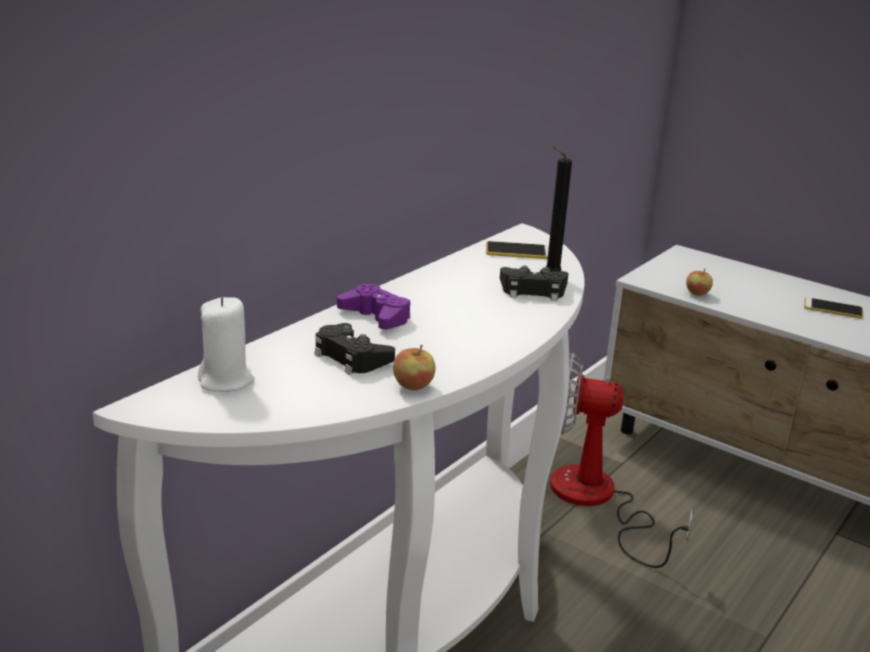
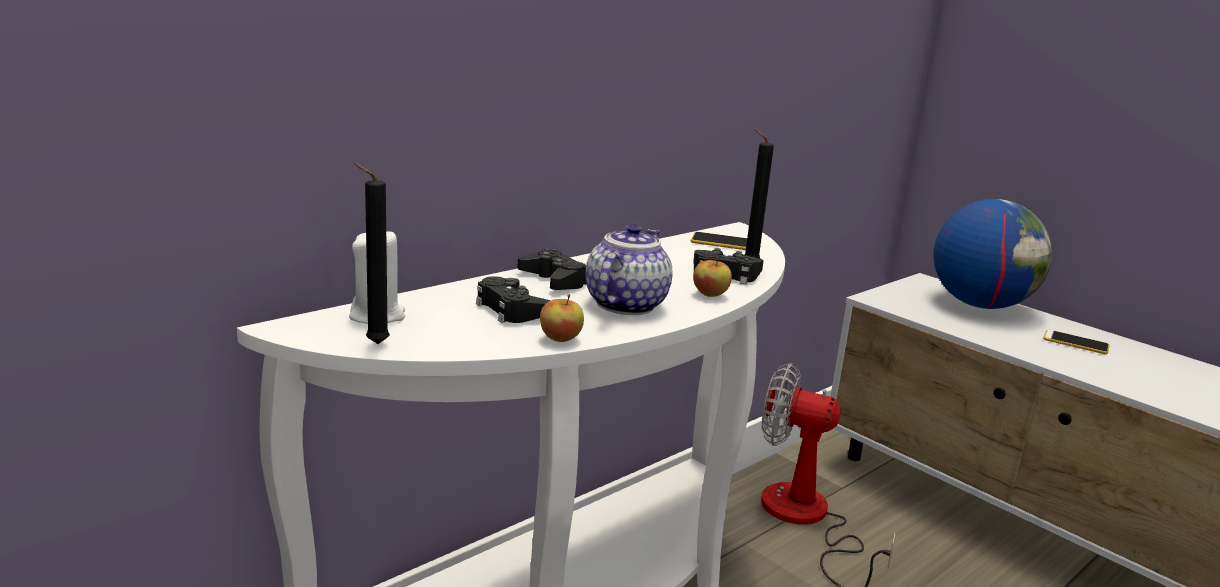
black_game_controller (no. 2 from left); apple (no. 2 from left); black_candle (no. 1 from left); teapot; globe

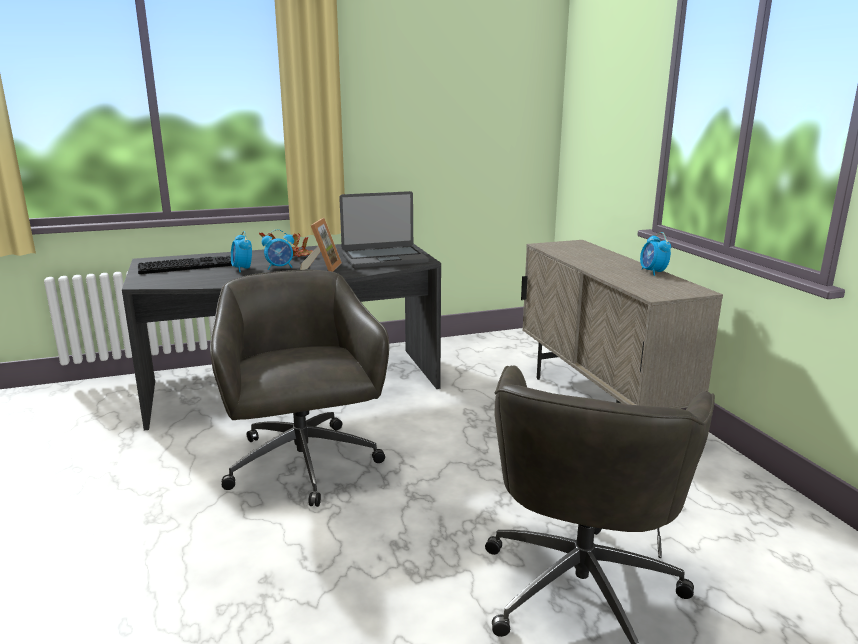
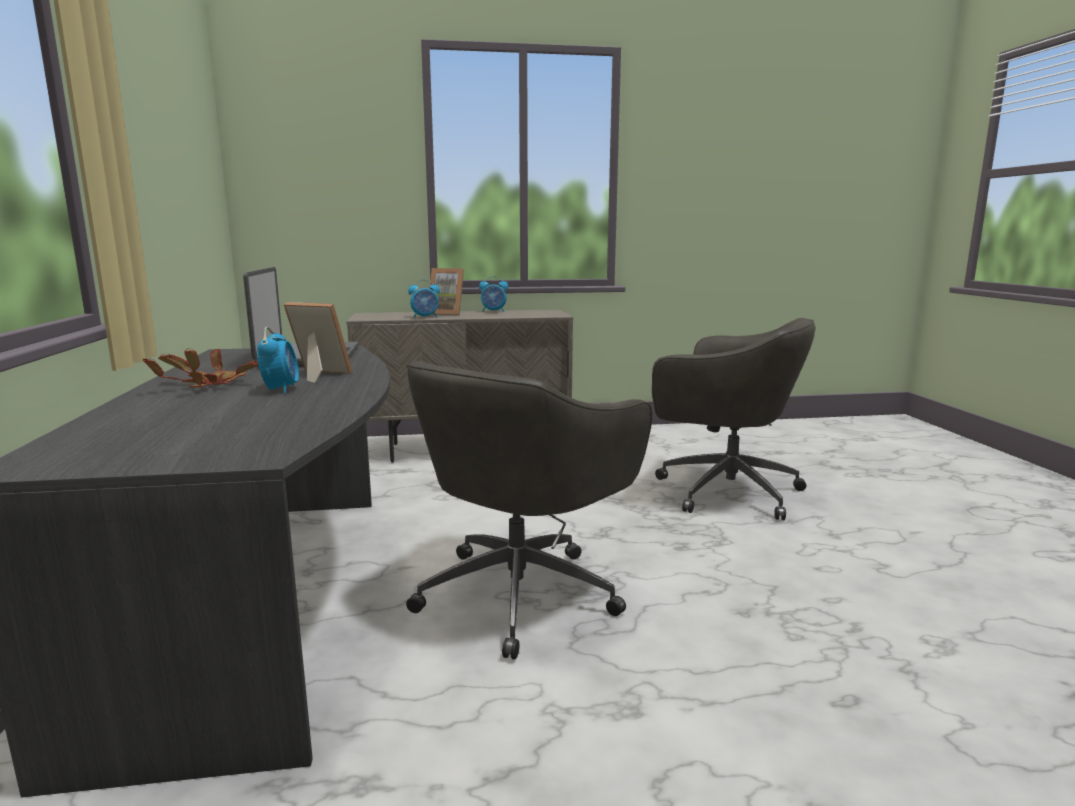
keyboard; grey_office_chair (no. 1 from left); alarm_clock (no. 2 from left); picture_frame (no. 2 from left)

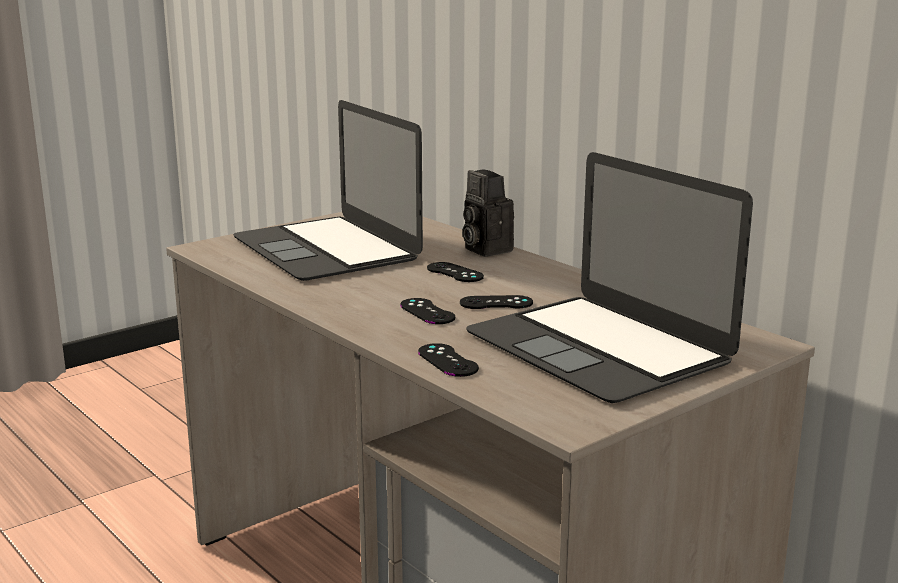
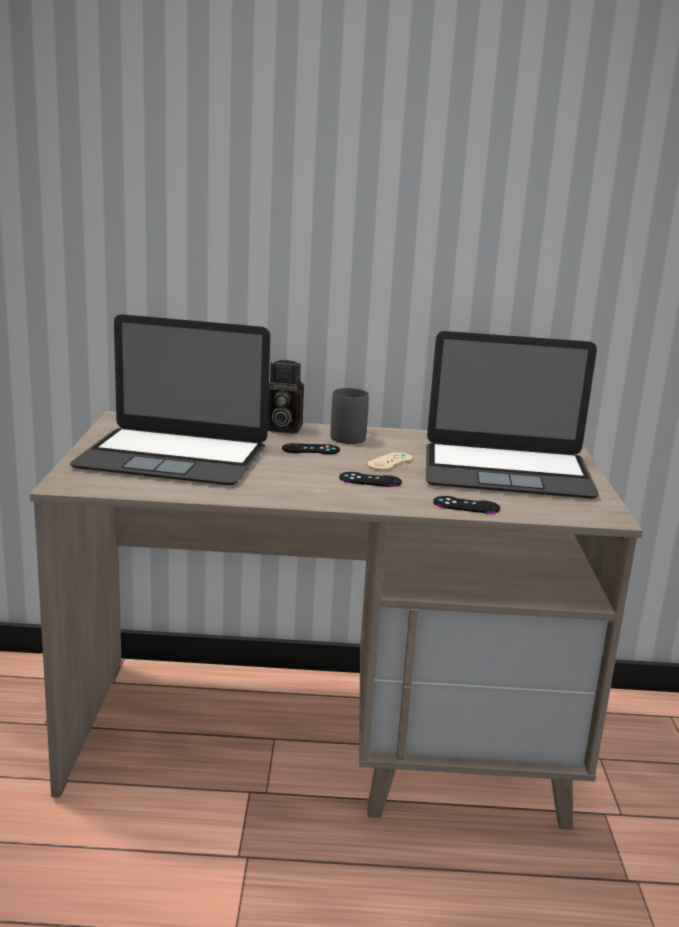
beige_game_controller; grey_mug

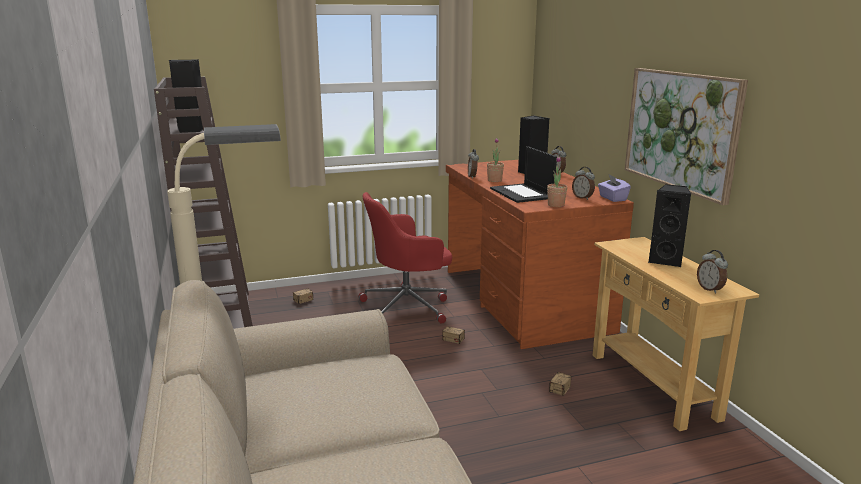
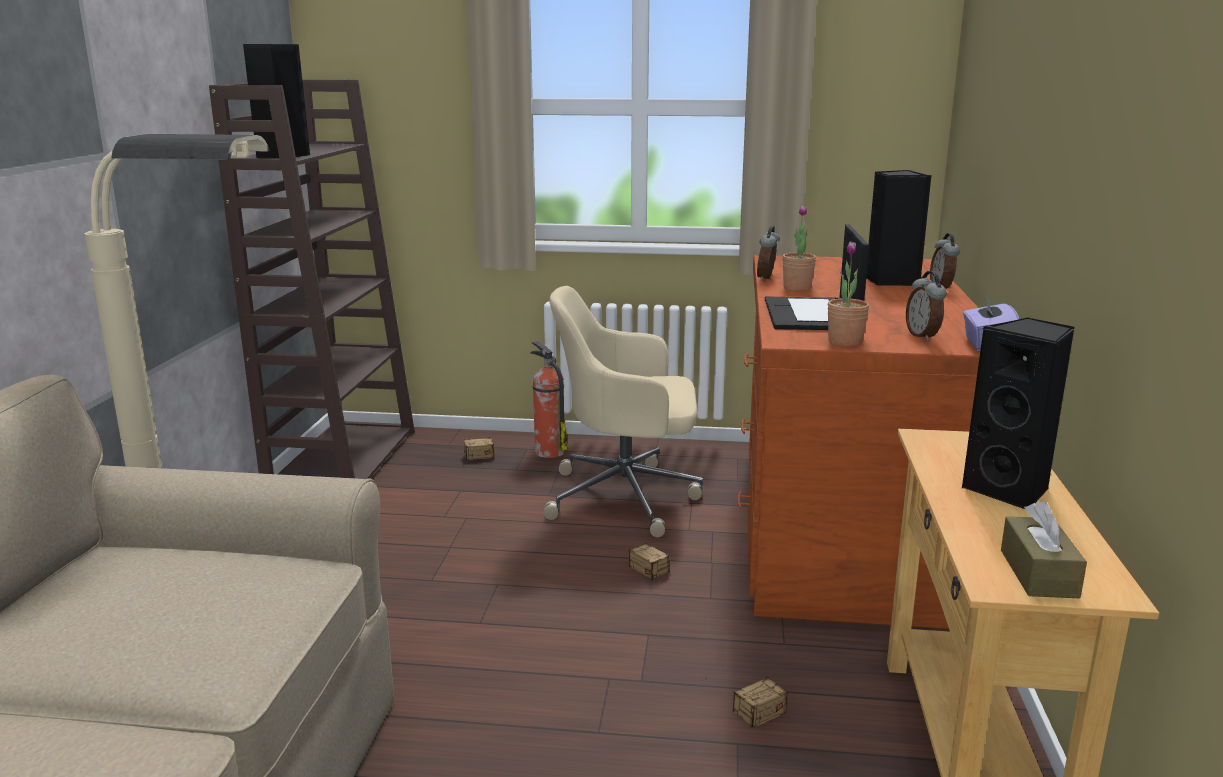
beige_office_chair; picture; brown_tissue_box; fire_extinguisher

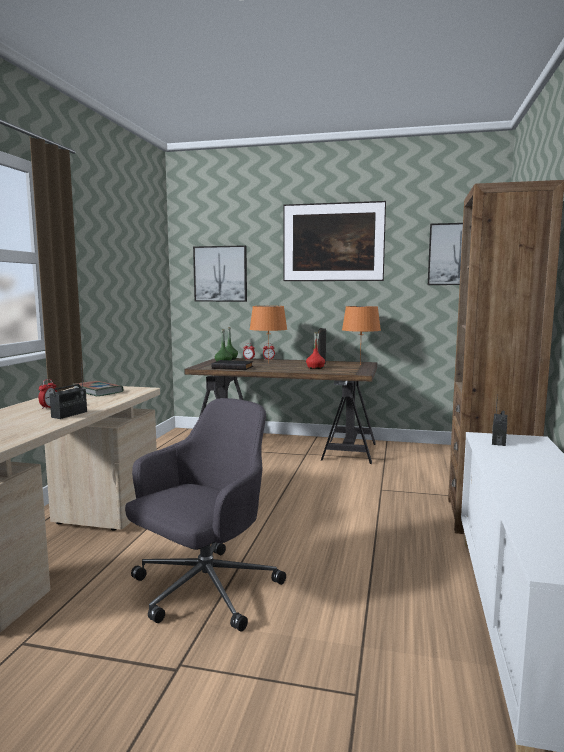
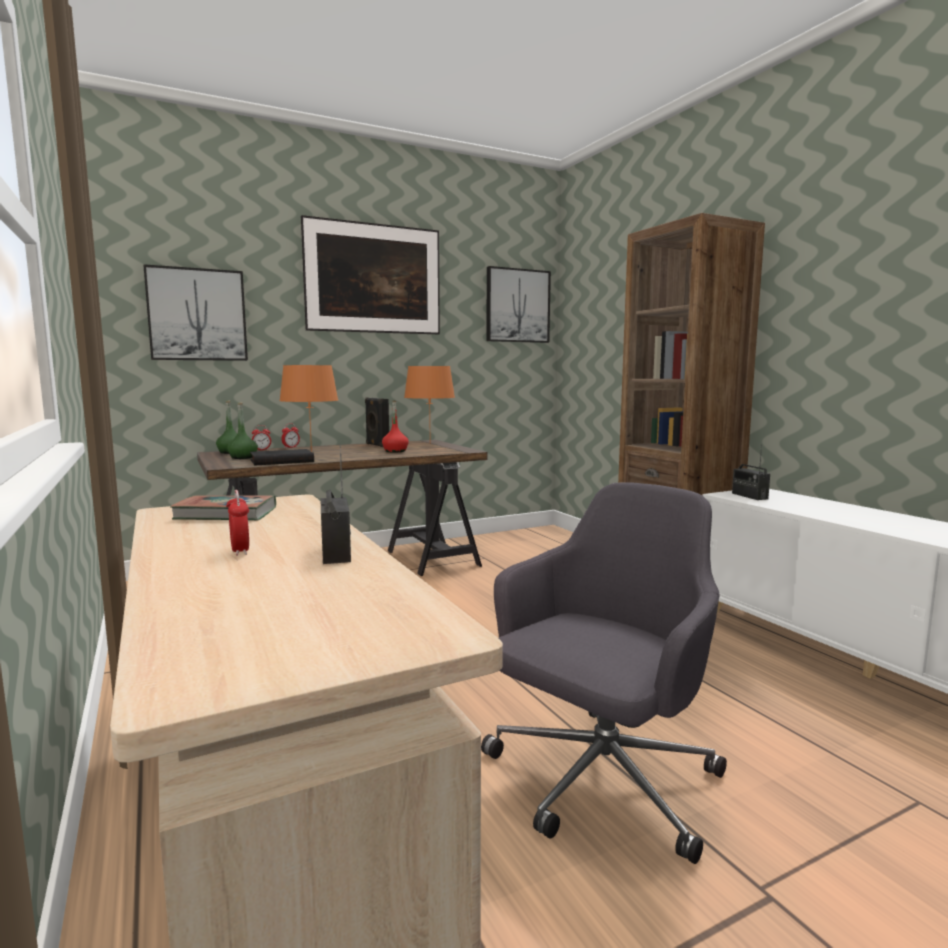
grey_office_chair

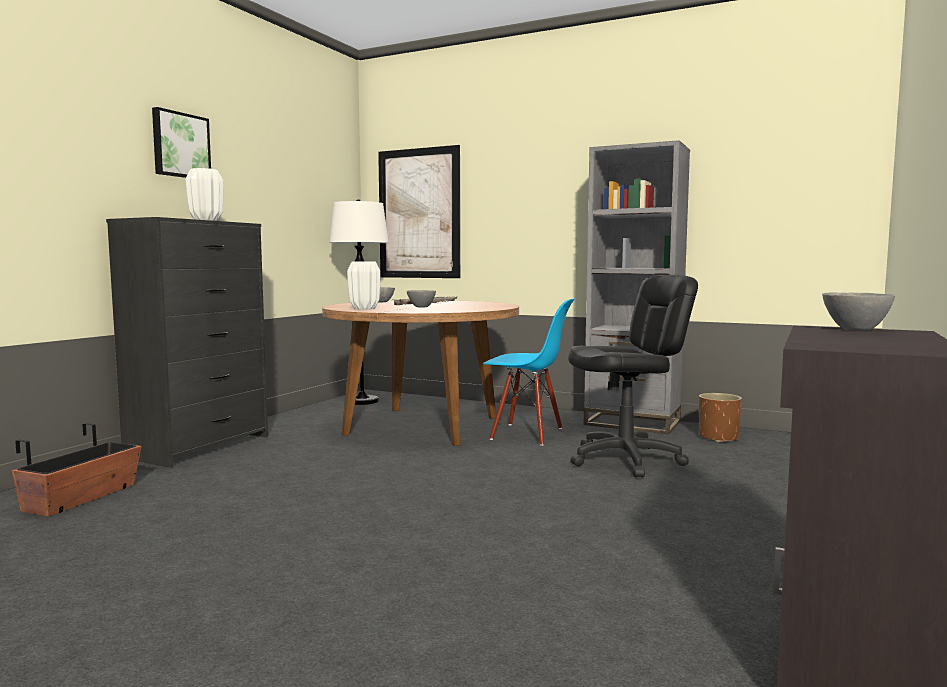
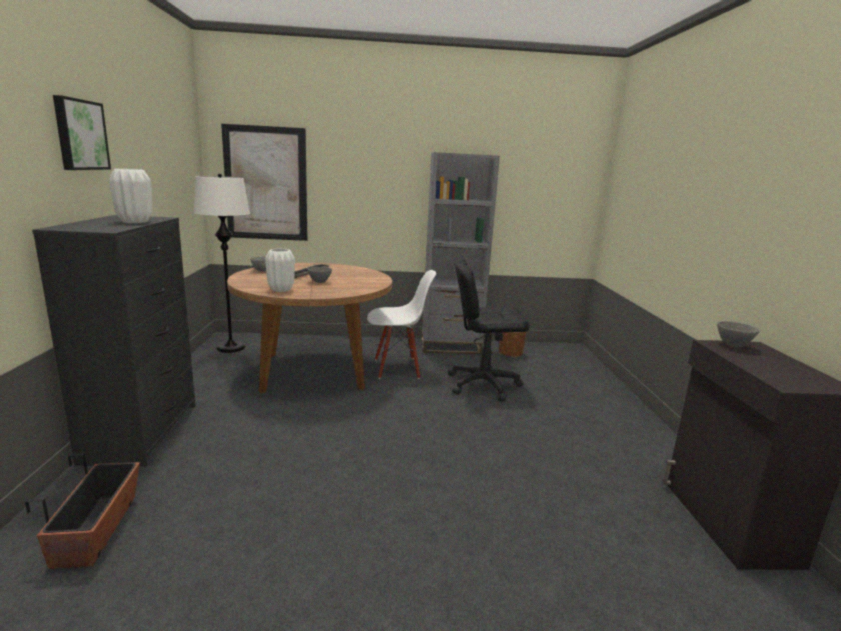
white_chair; black_office_chair

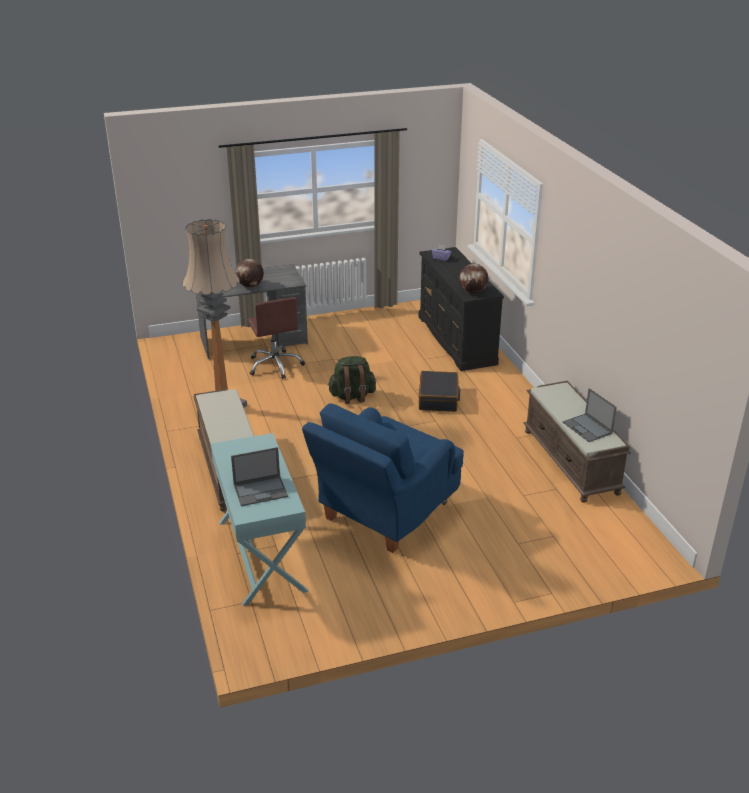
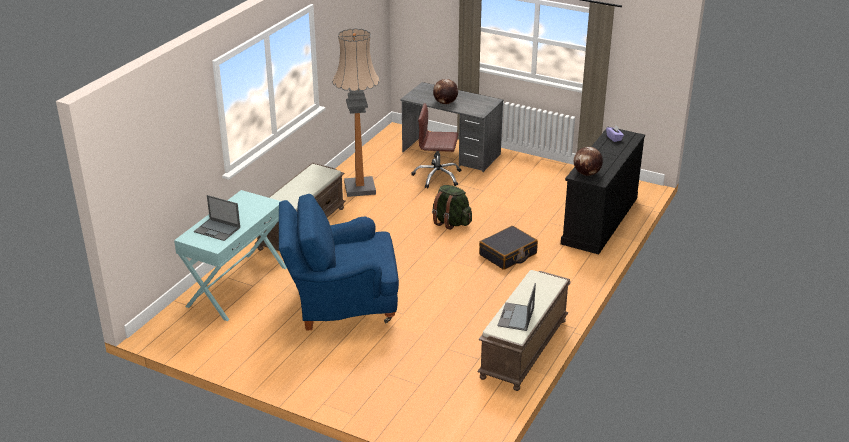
brown_office_chair

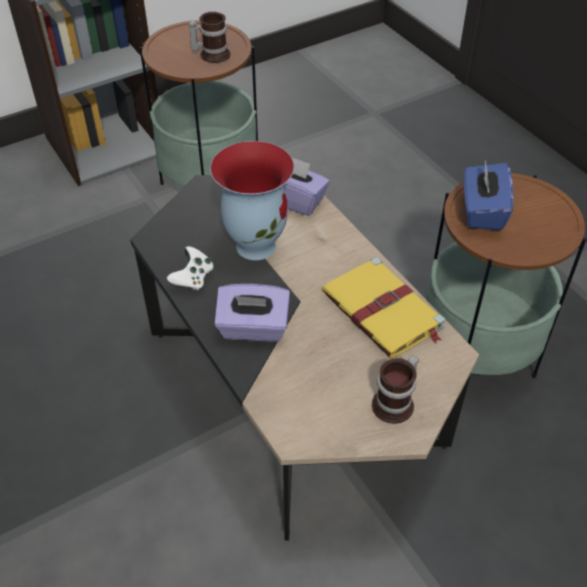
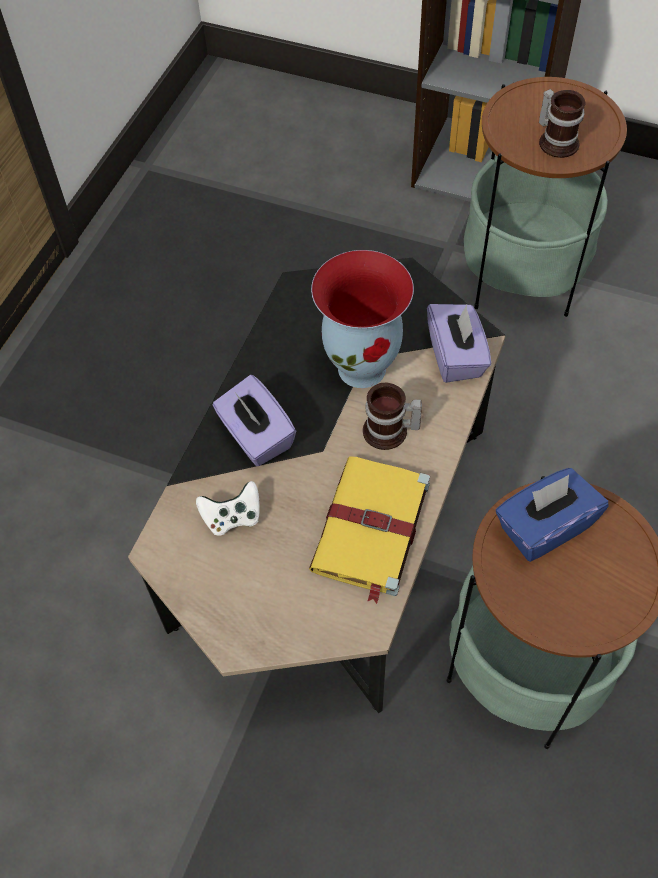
white_game_controller; mug (no. 1 from left)

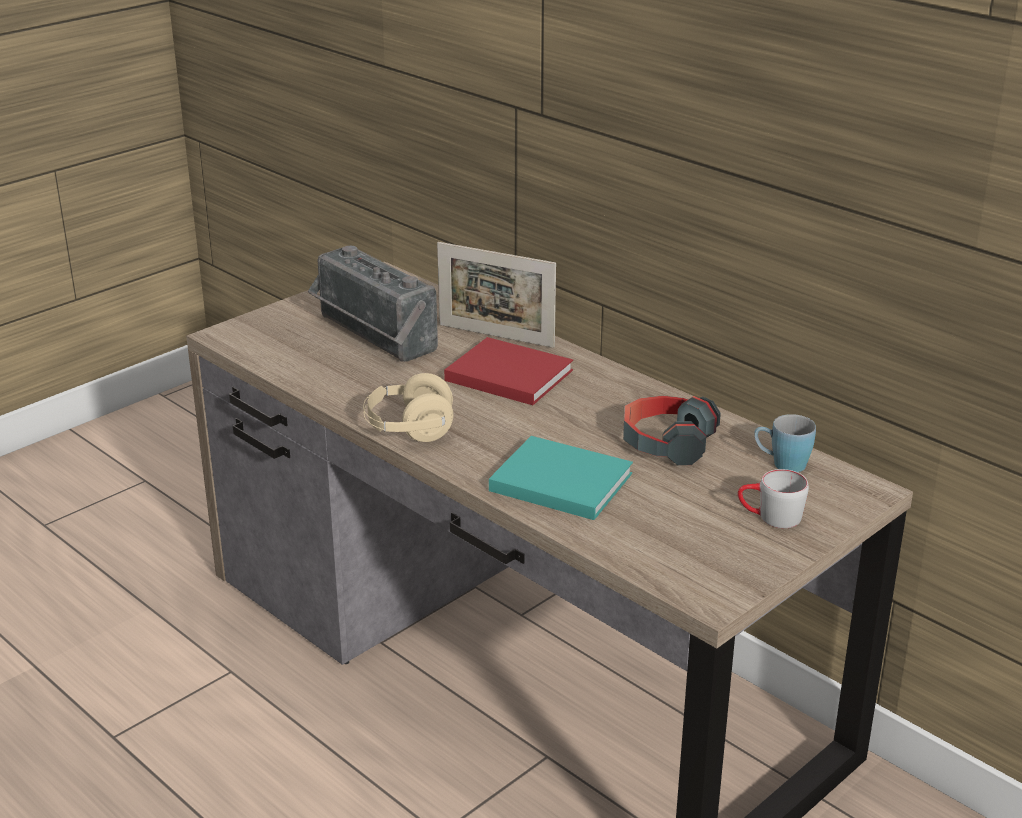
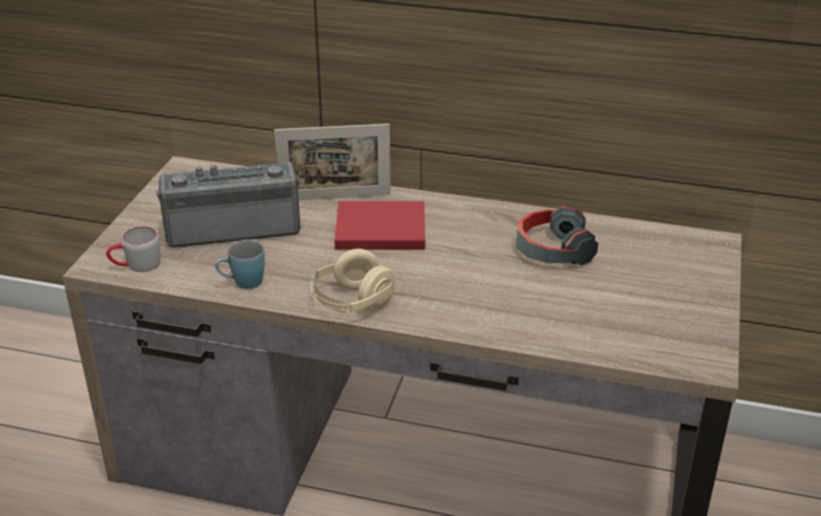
radio; turquoise_book; grey_mug; blue_mug

